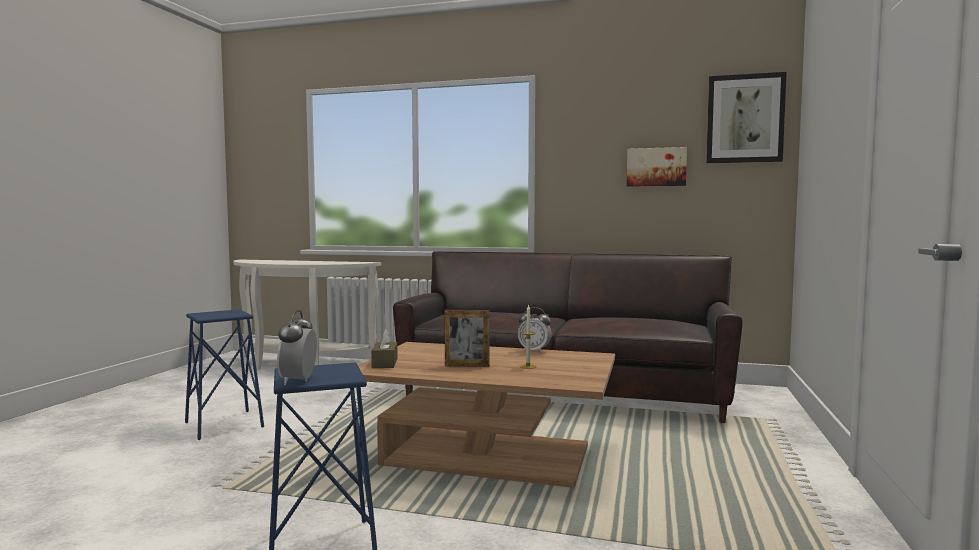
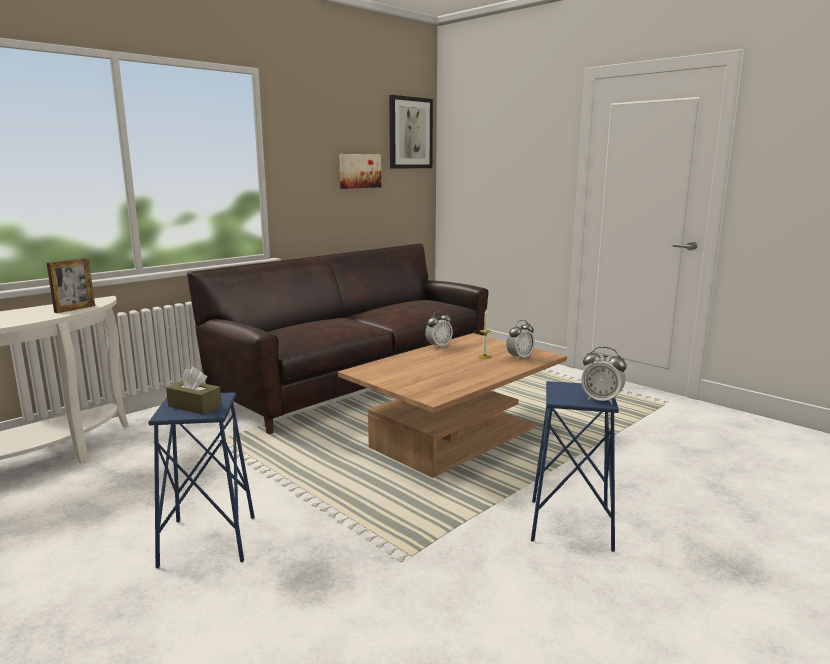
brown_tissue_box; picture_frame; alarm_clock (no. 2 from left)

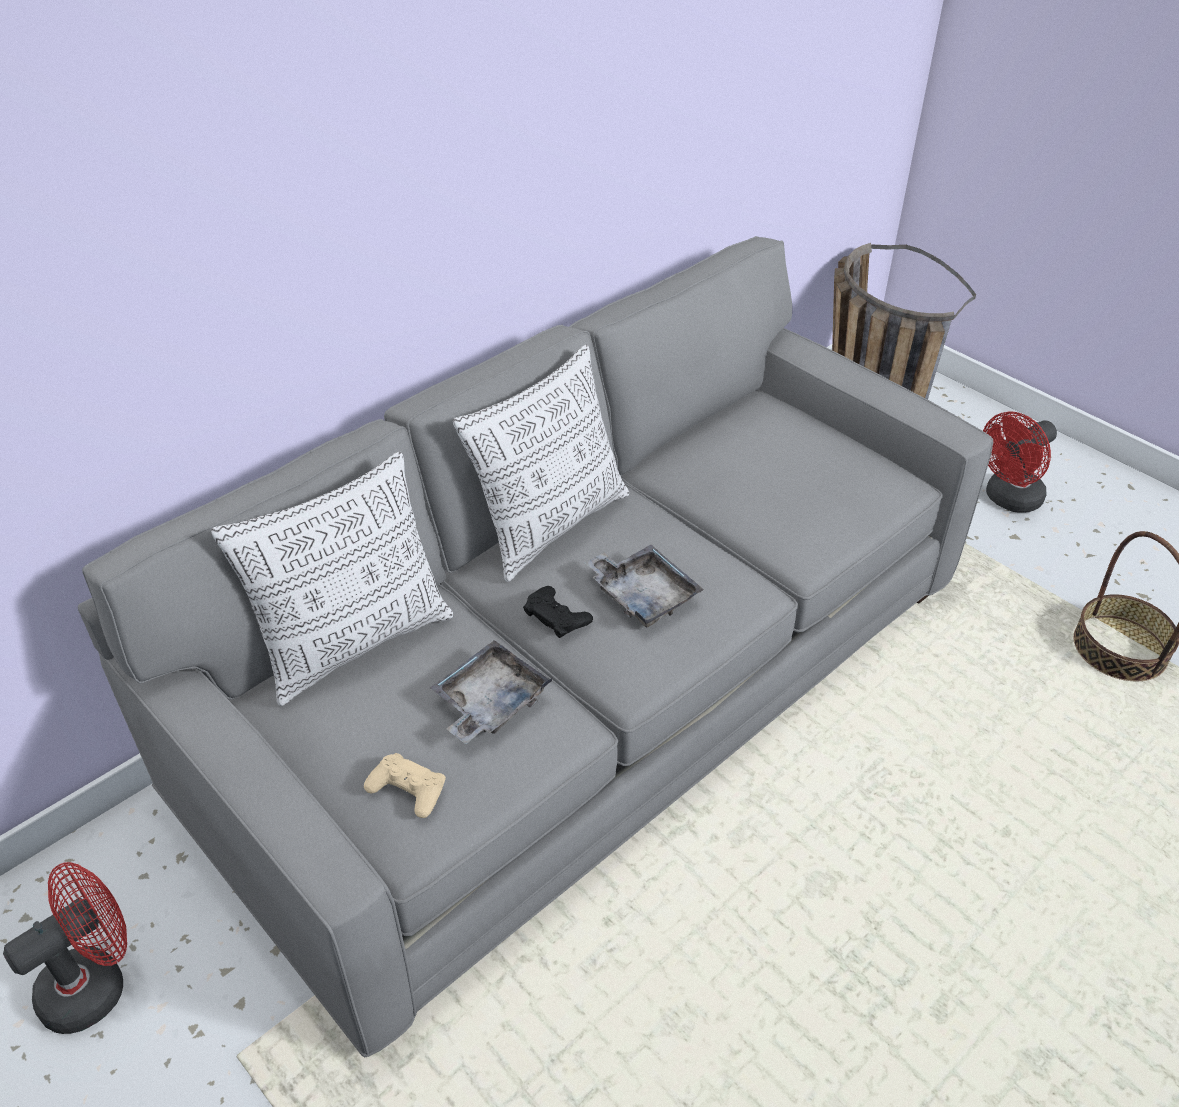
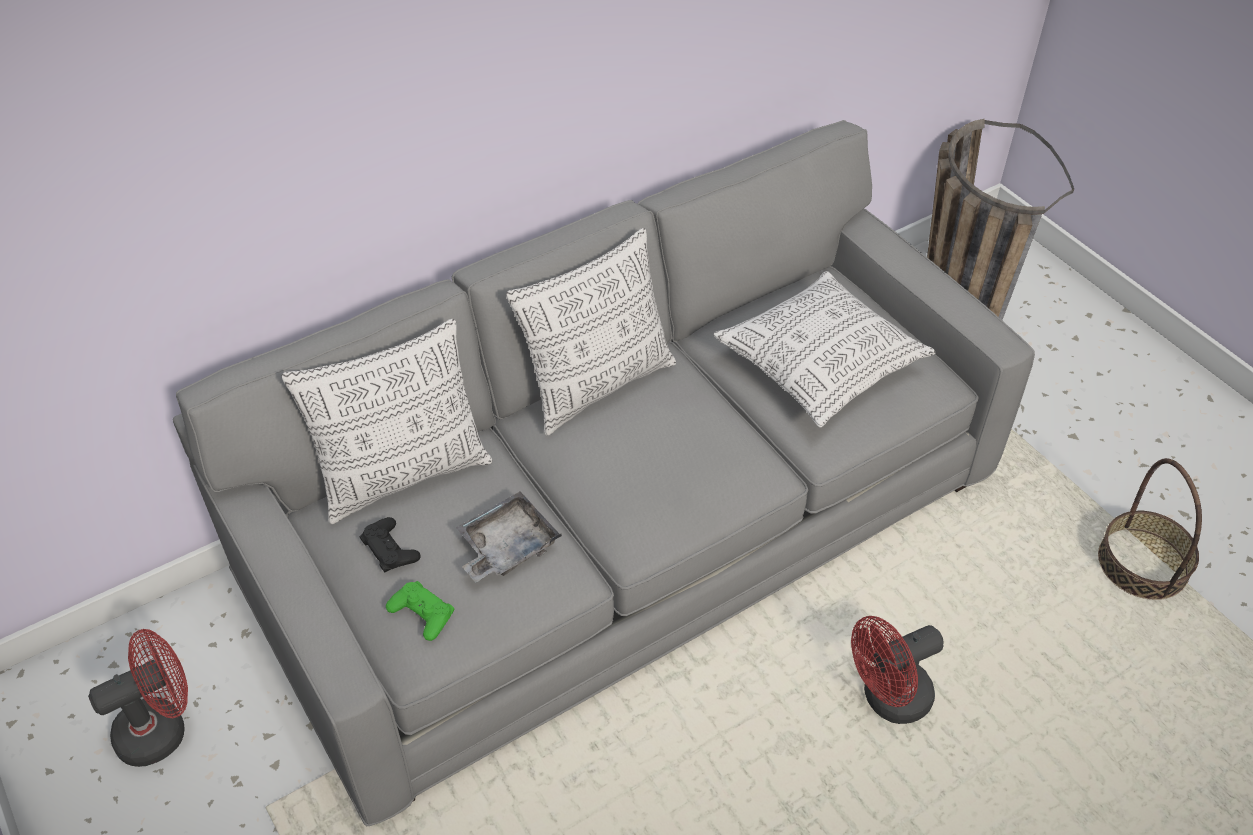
green_game_controller; black_game_controller; grey_tray (no. 2 from left in the first image); red_fan (no. 2 from left); pillow (no. 3 from left)

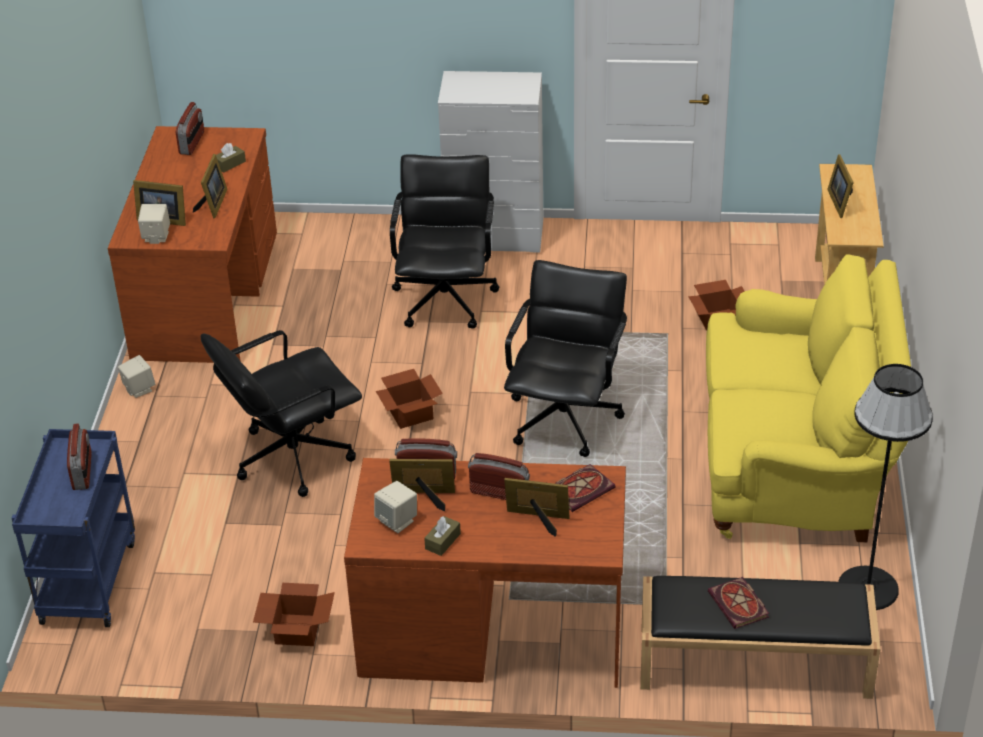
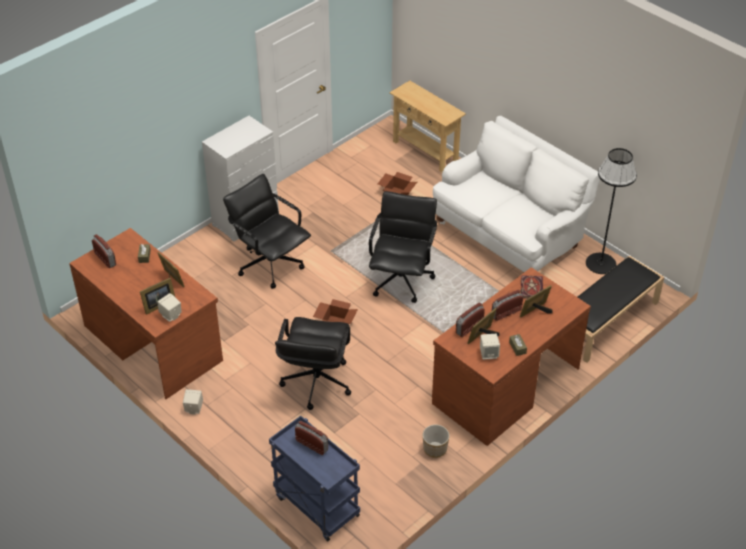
planter; black_office_chair (no. 3 from left); white_sofa; book (no. 2 from left in the first image); picture_frame (no. 5 from left in the first image)

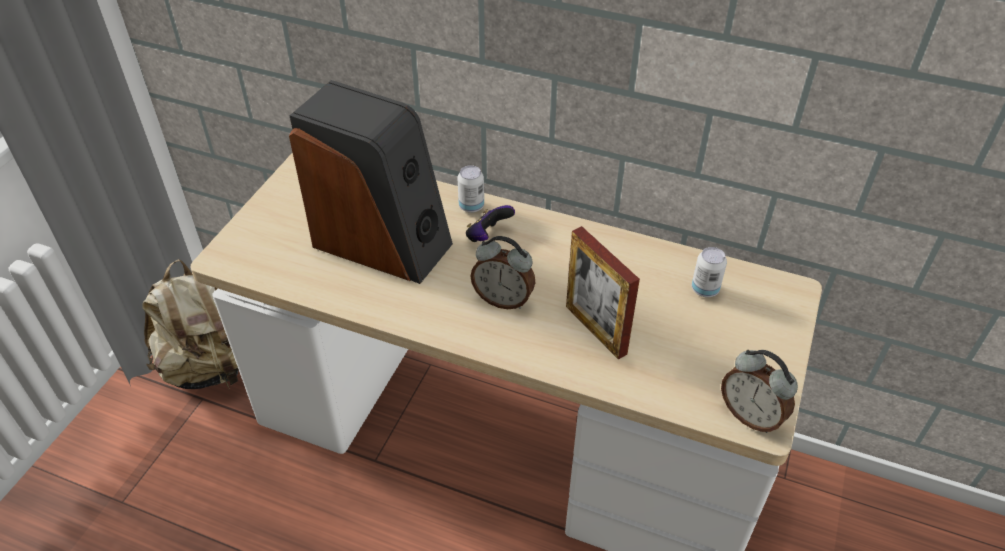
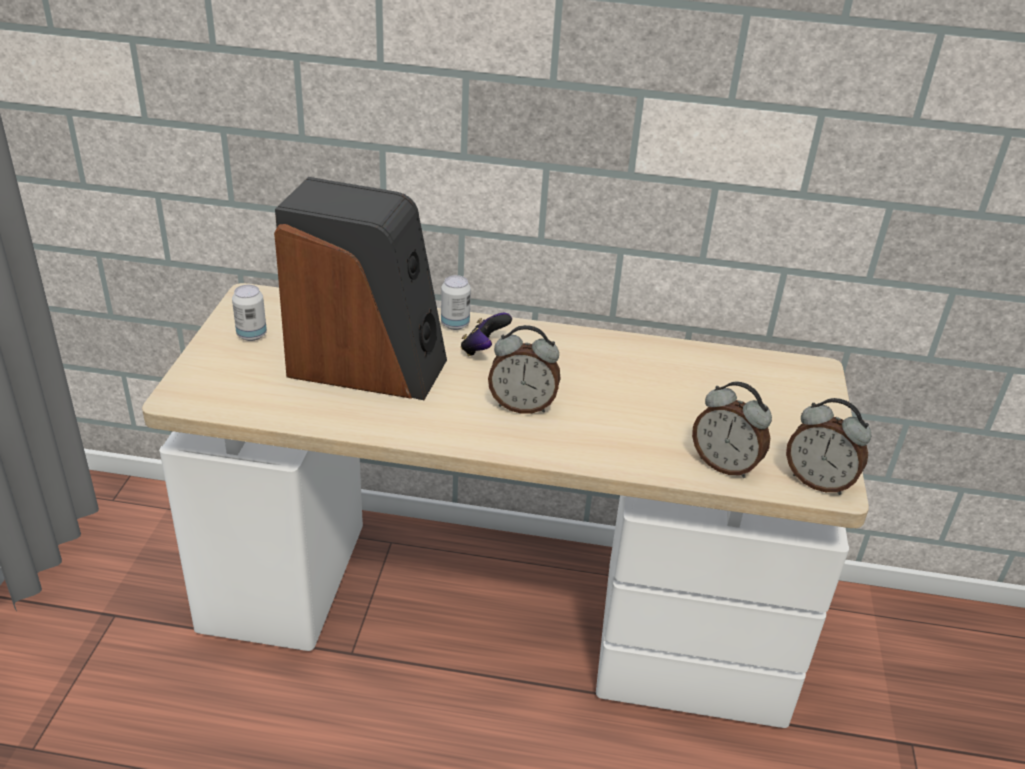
beige_backpack; picture_frame; can (no. 1 from left); alarm_clock (no. 2 from left)

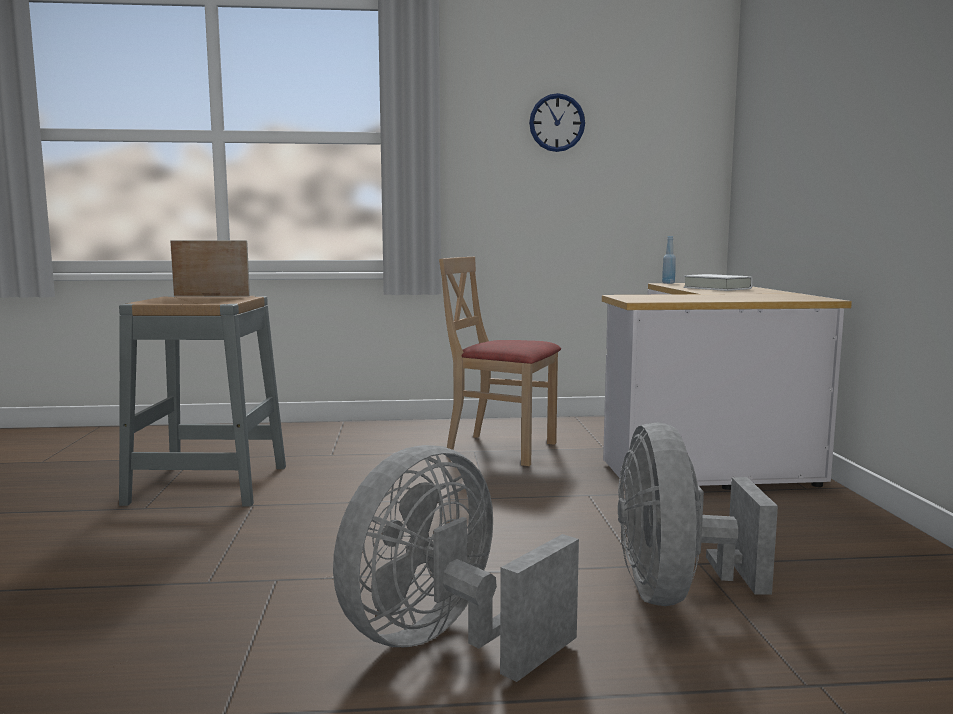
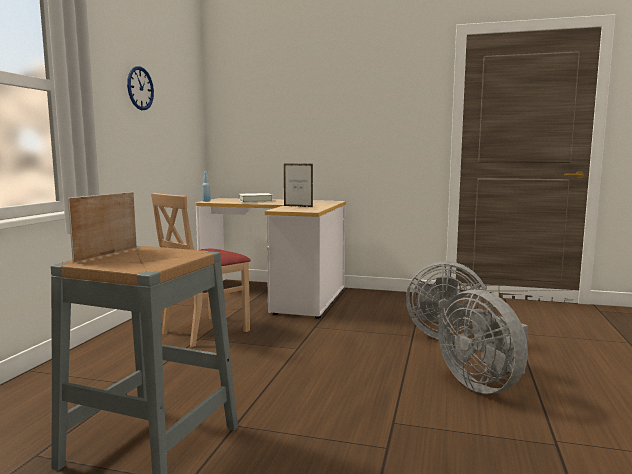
picture_frame (no. 2 from left)

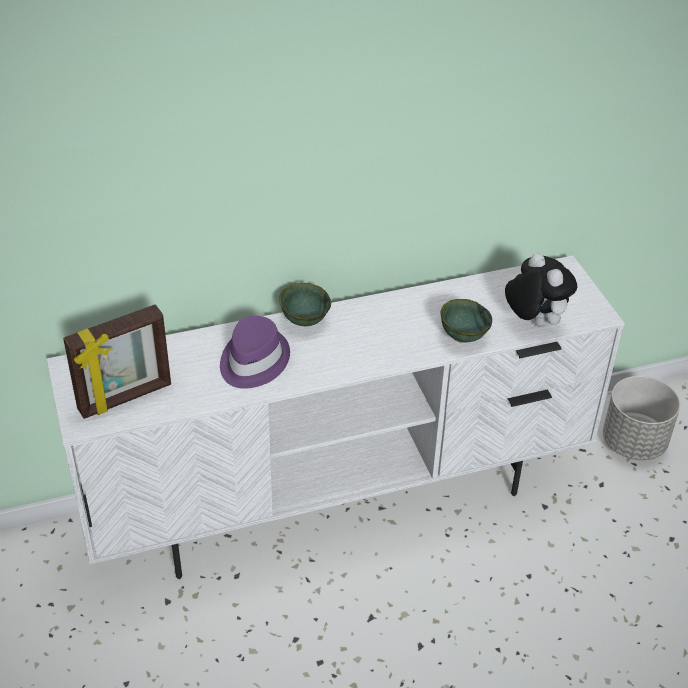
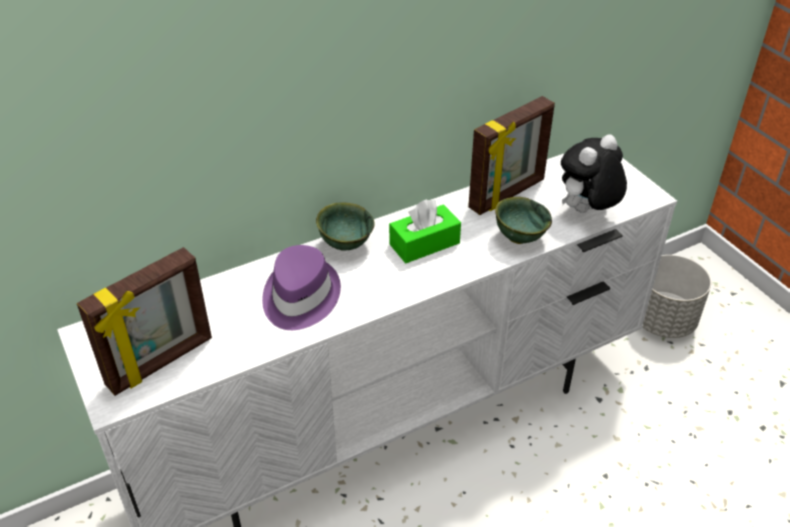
plush_toy; green_tissue_box; picture_frame (no. 2 from left)

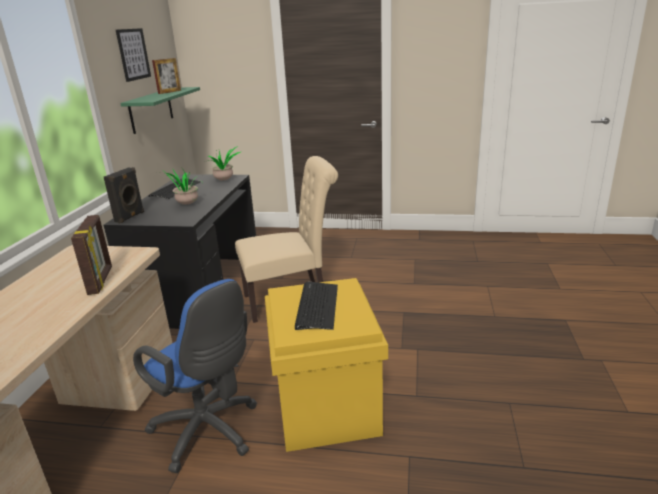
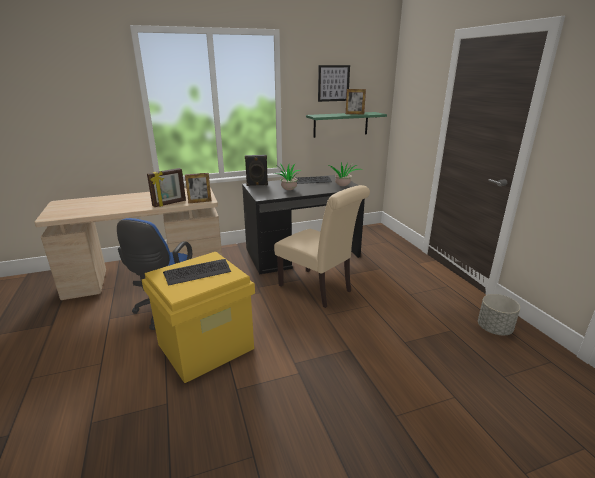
picture_frame (no. 2 from left); grey_planter

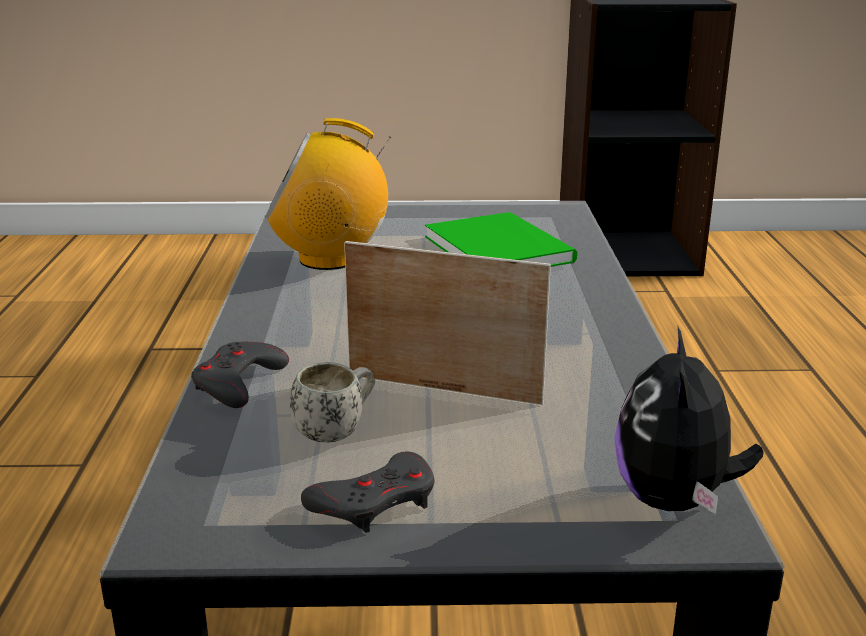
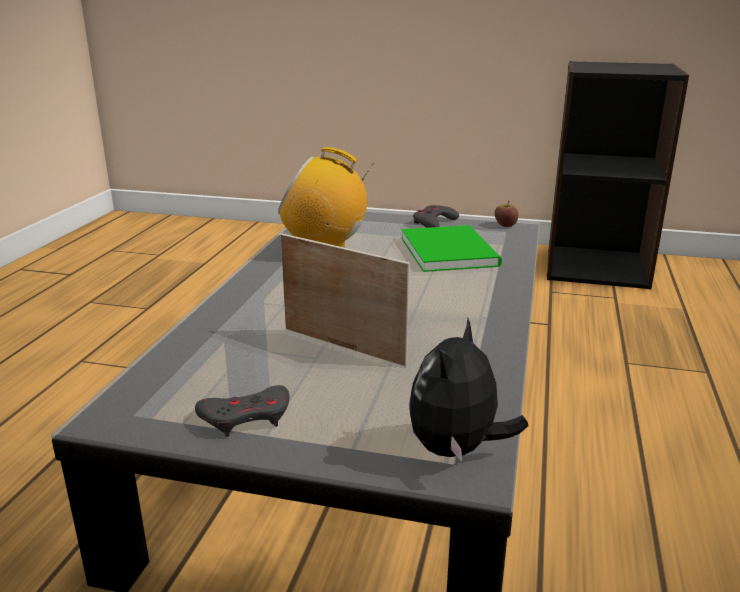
grey_game_controller (no. 2 from left); white_mug; apple

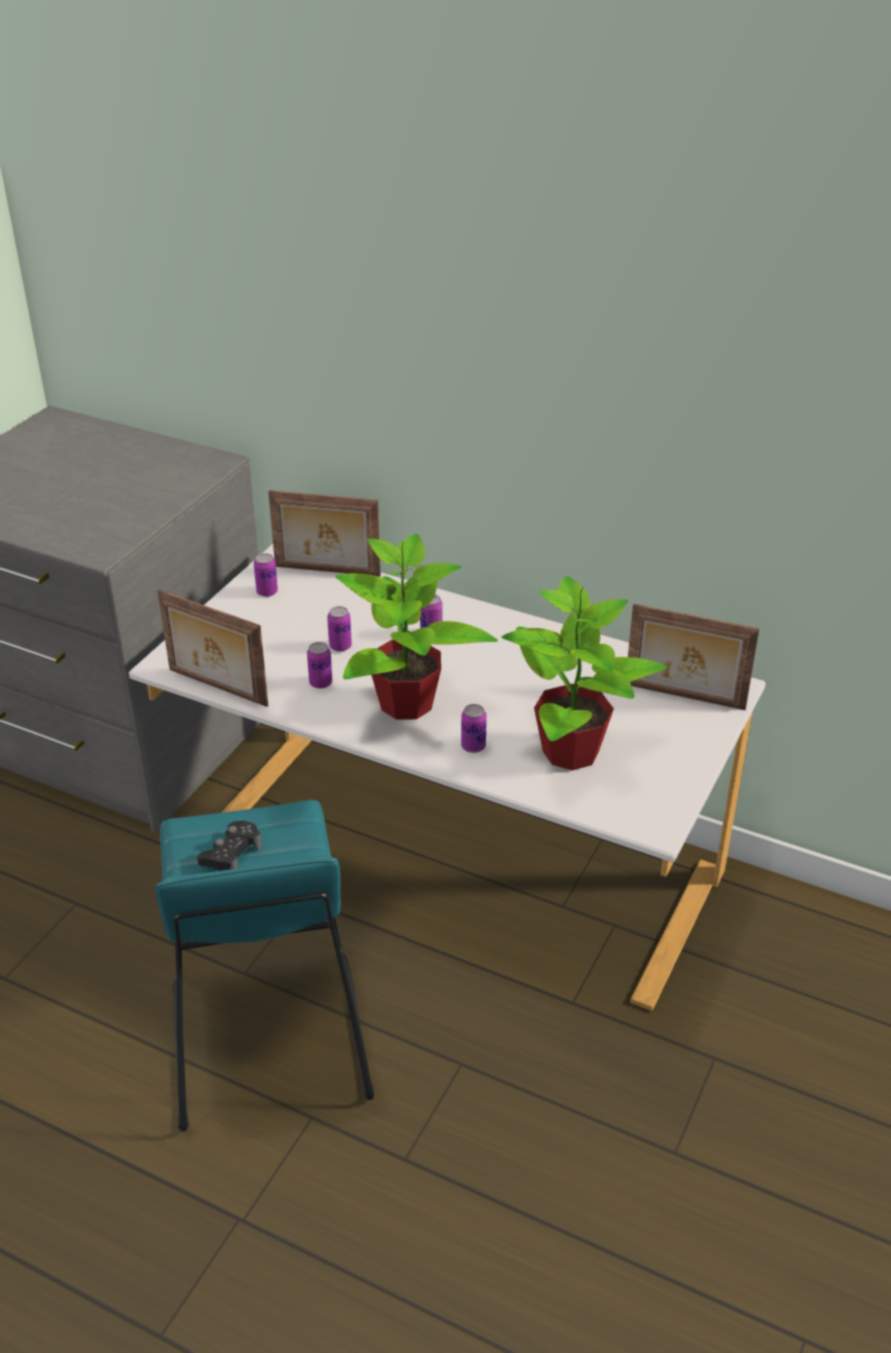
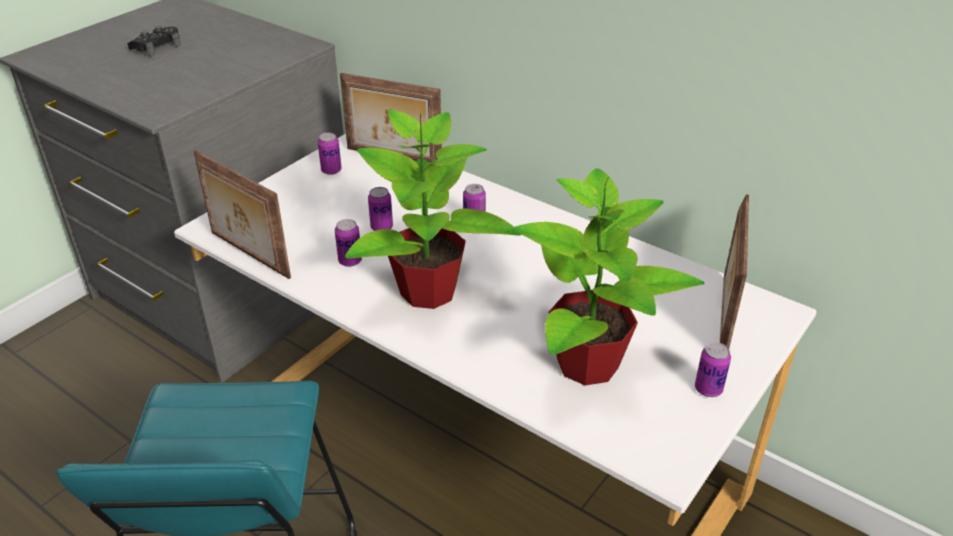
black_game_controller; can (no. 5 from left); picture_frame (no. 3 from left)

